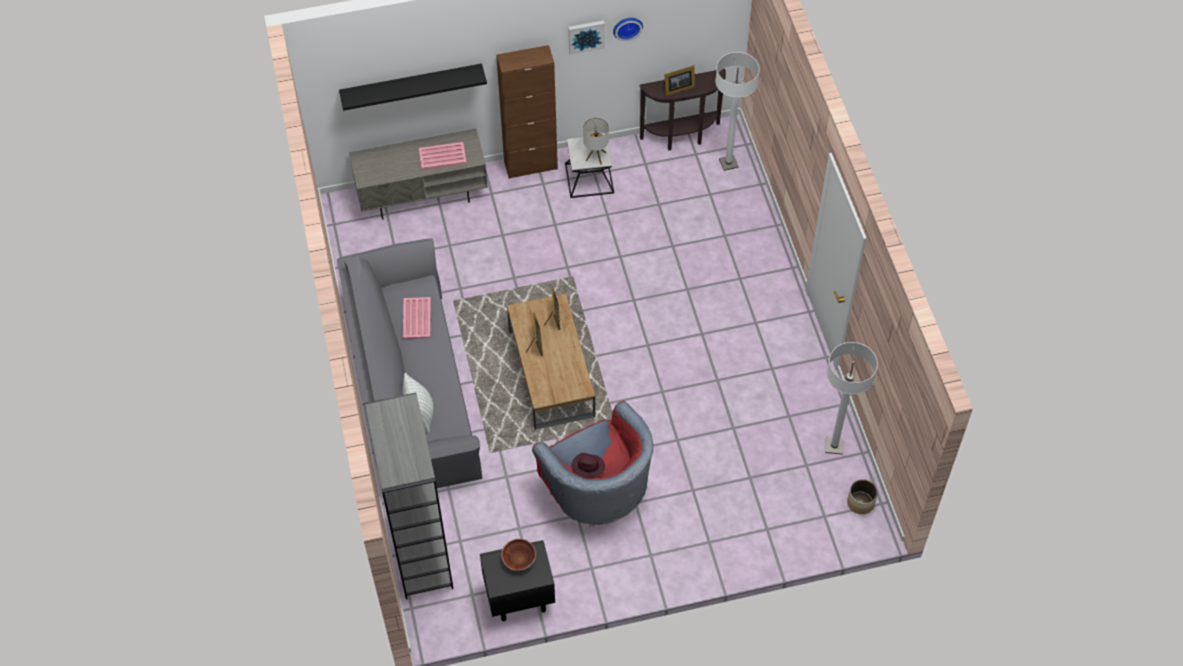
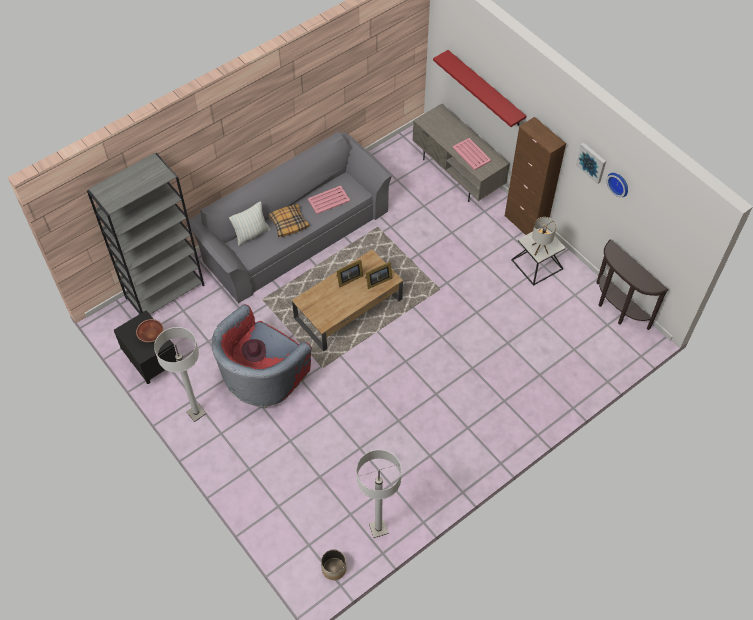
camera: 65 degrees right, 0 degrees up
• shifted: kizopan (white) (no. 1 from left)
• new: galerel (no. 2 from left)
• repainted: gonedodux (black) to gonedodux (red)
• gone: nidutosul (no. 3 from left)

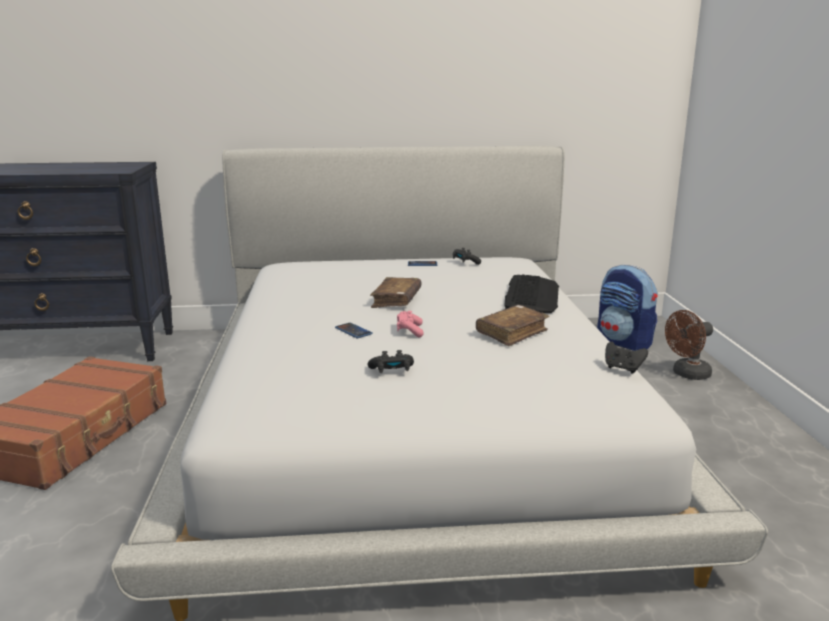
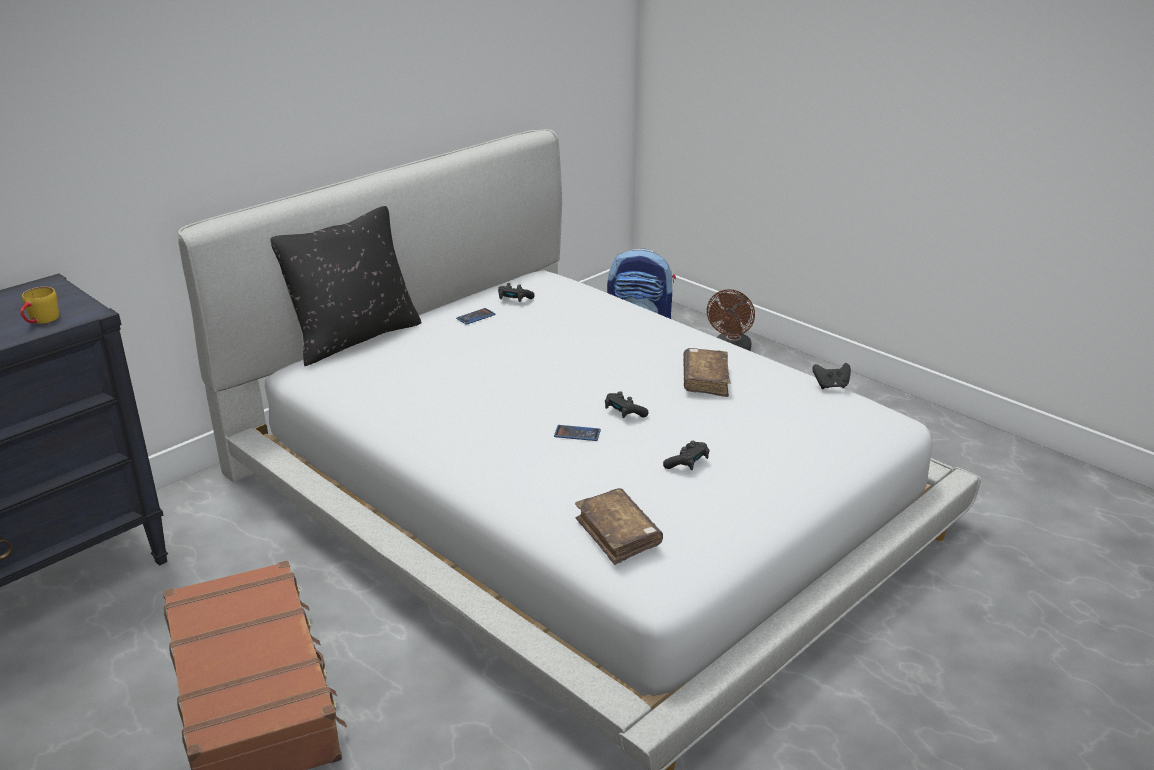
camera: 40 degrees left, 10 degrees up
• new: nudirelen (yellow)
• new: galerel (black)
• shifted: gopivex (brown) (no. 1 from left)
• repainted: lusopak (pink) to lusopak (black) (no. 2 from left)
• gone: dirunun

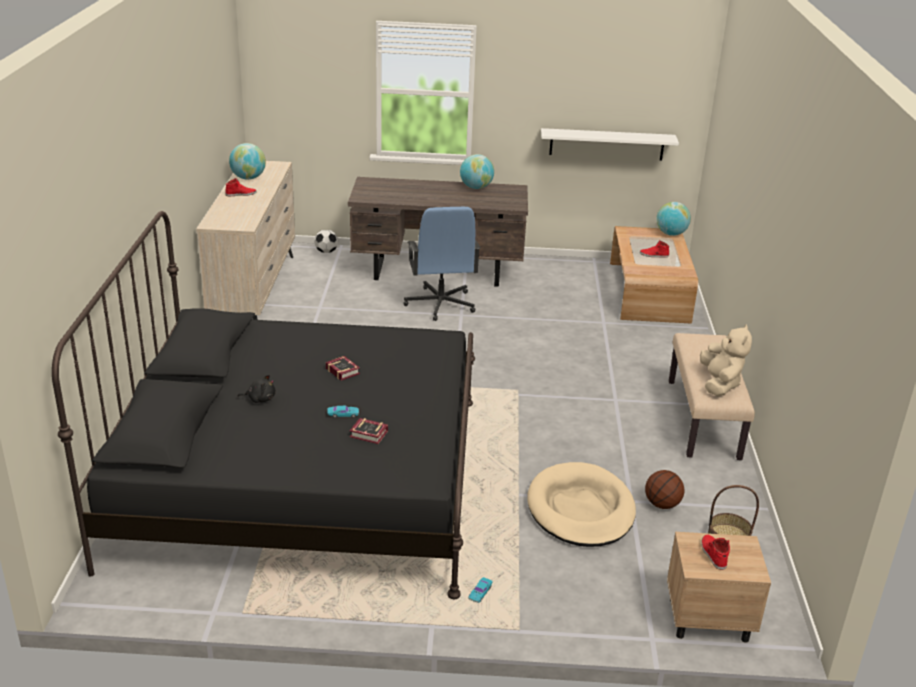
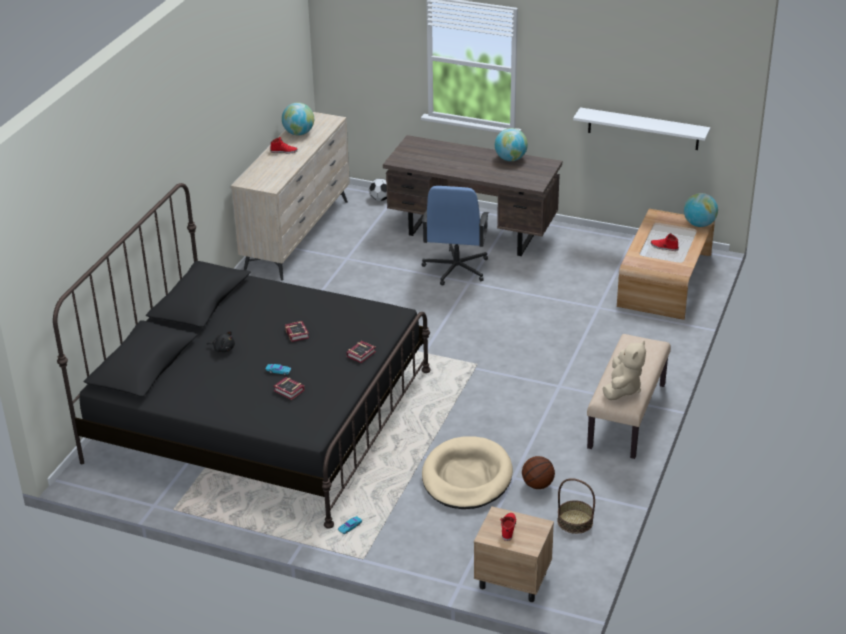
camera: 20 degrees right, 5 degrees up
• new: gopivex (no. 3 from left)

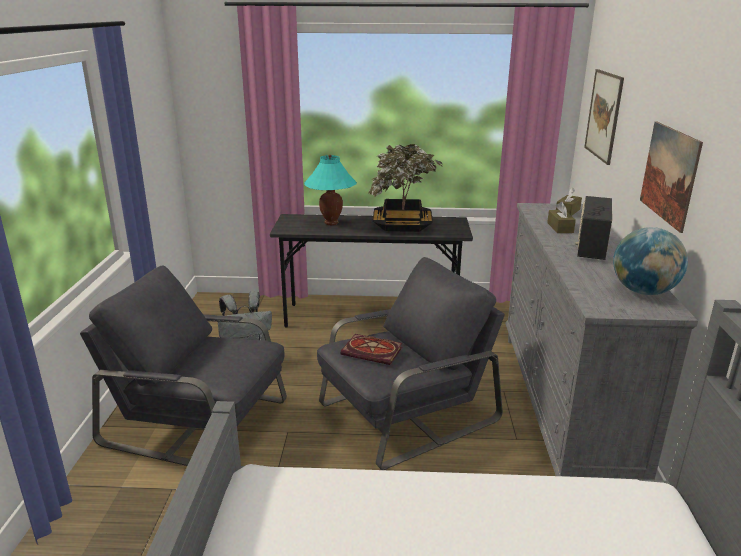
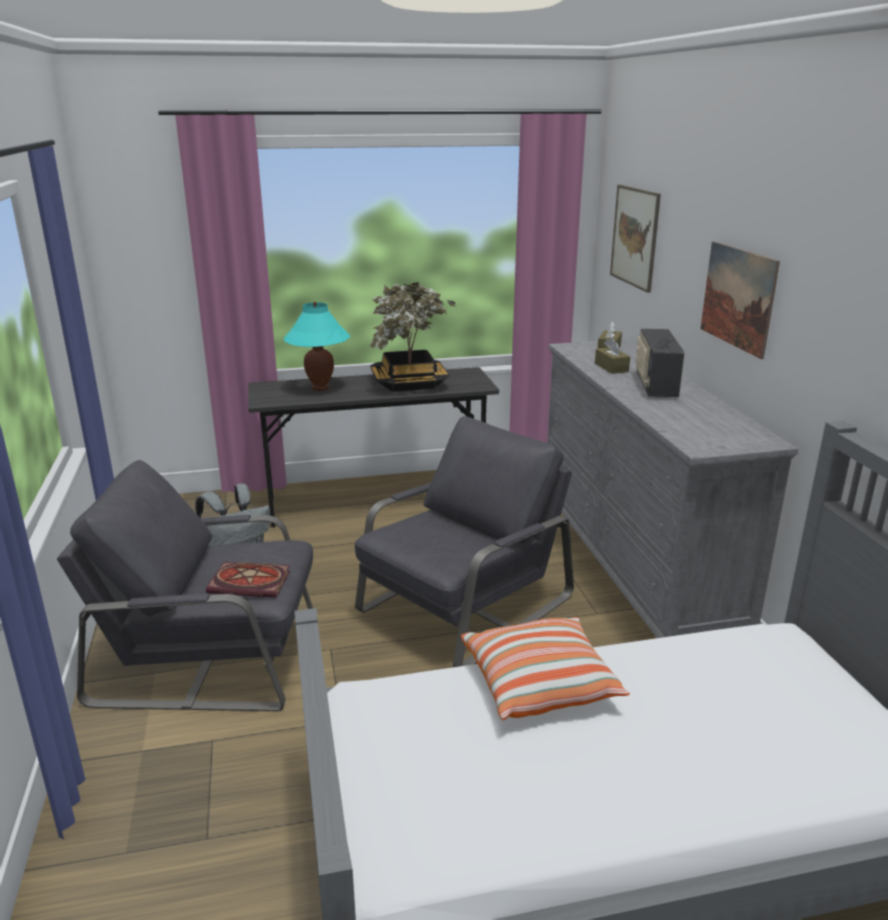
camera: 15 degrees left, 0 degrees up
• shifted: gopivex
• new: galerel
• gone: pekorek

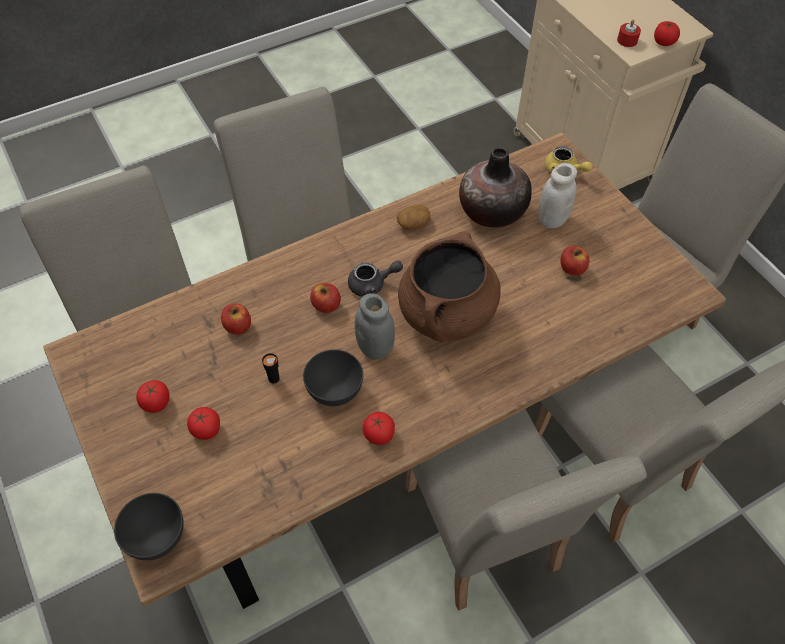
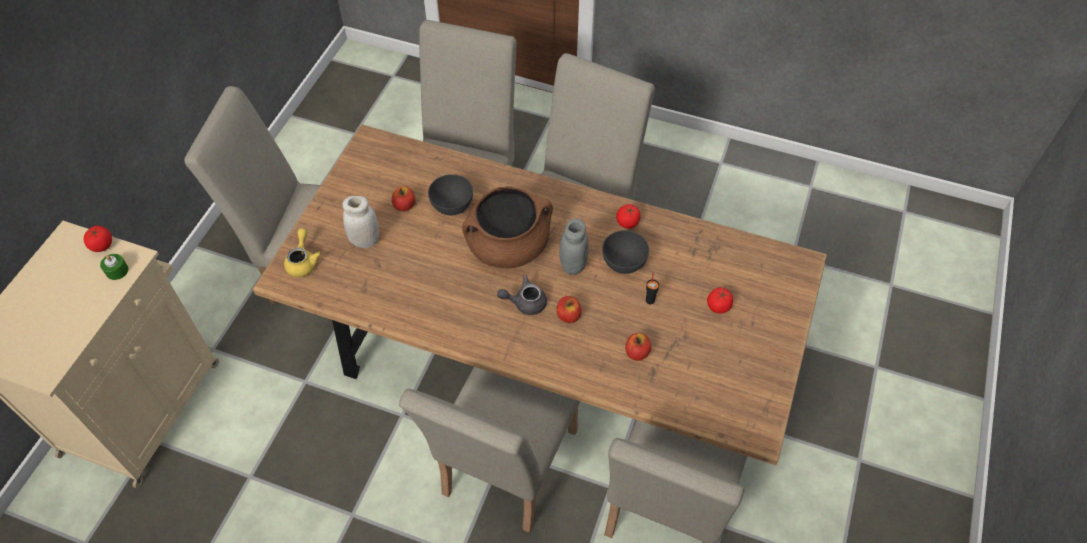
camera: 130 degrees left, 0 degrees up
• repainted: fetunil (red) to fetunil (green)
• shifted: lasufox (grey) (no. 1 from left)
• rotated: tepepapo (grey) 45 degrees counterclockwise
• gone: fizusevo (no. 1 from left)
• gone: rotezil
• gone: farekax

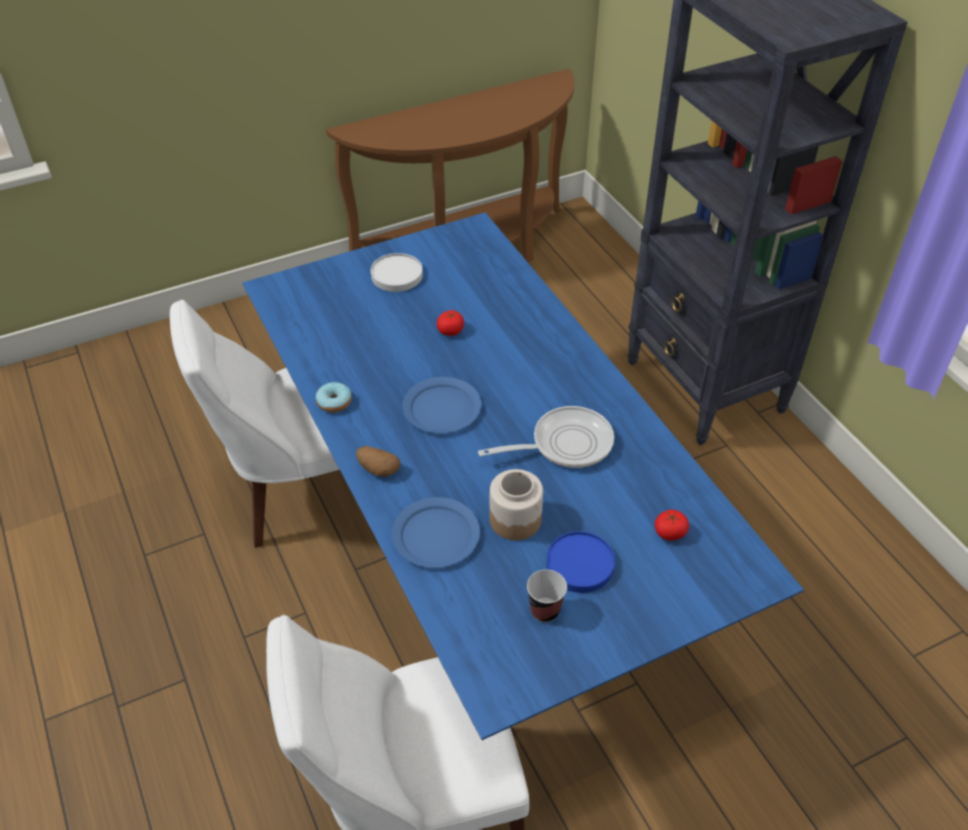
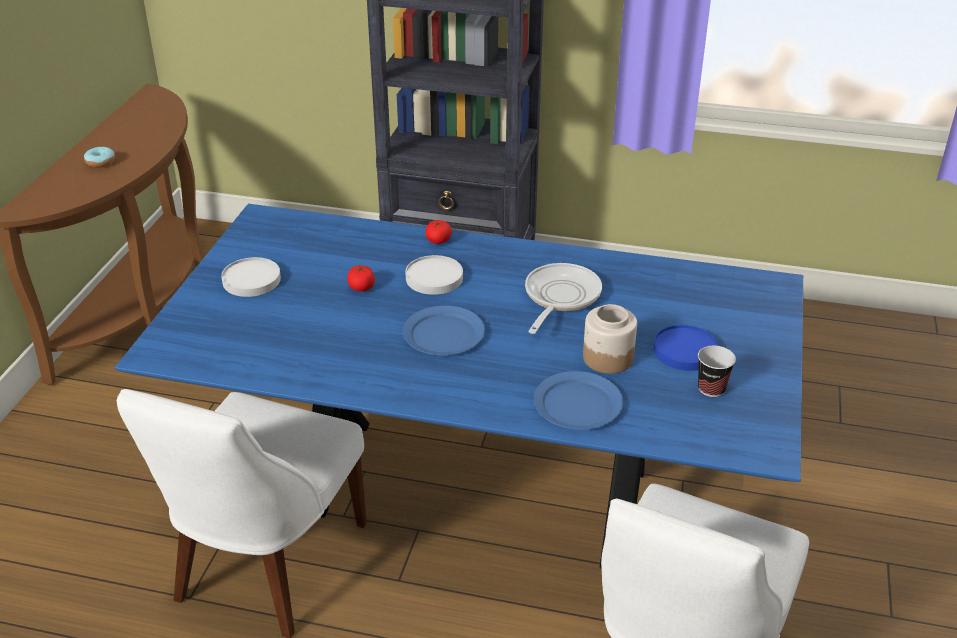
camera: 50 degrees left, 10 degrees down
• shifted: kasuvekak
• new: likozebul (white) (no. 2 from left)
• shifted: fizusevo (no. 2 from left)
• gone: rotezil

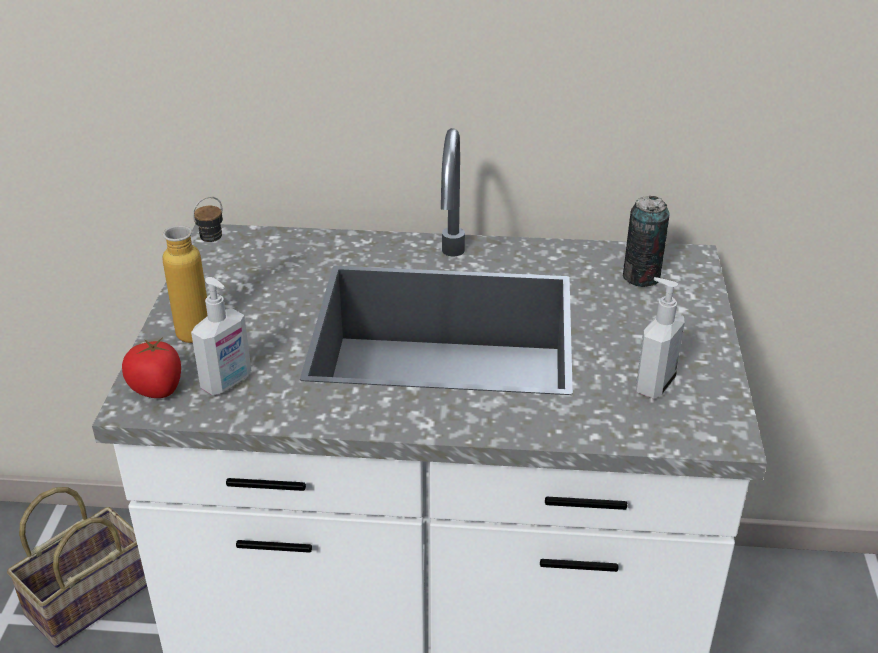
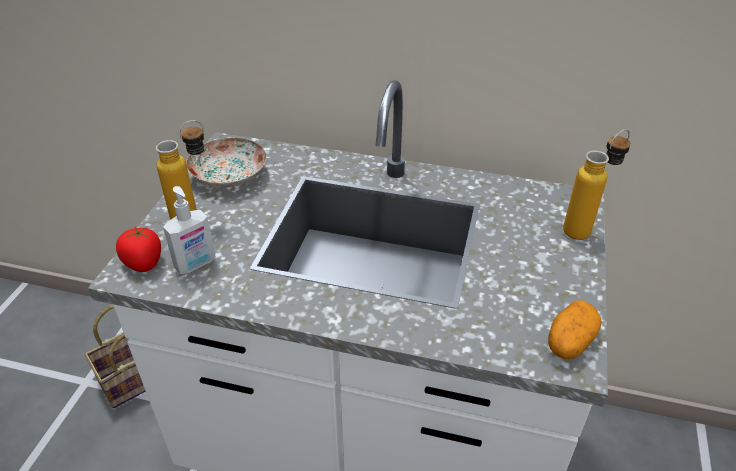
camera: 10 degrees right, 5 degrees up
• new: likozebul
• new: rotezil
• new: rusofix (no. 2 from left)
• gone: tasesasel
• gone: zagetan (no. 2 from left)

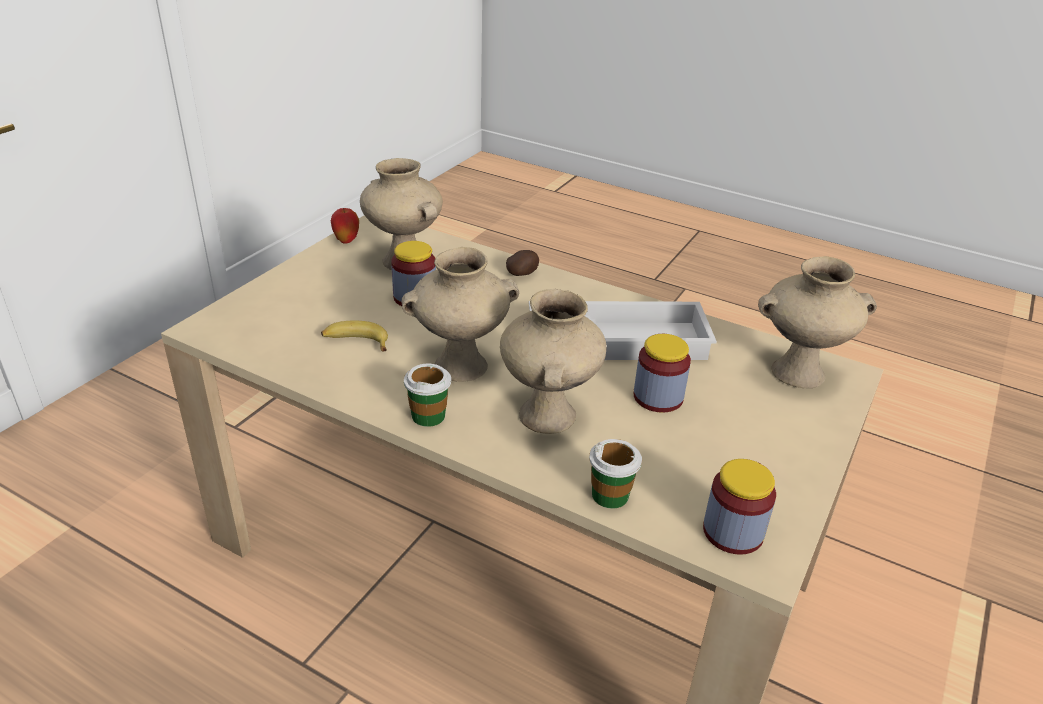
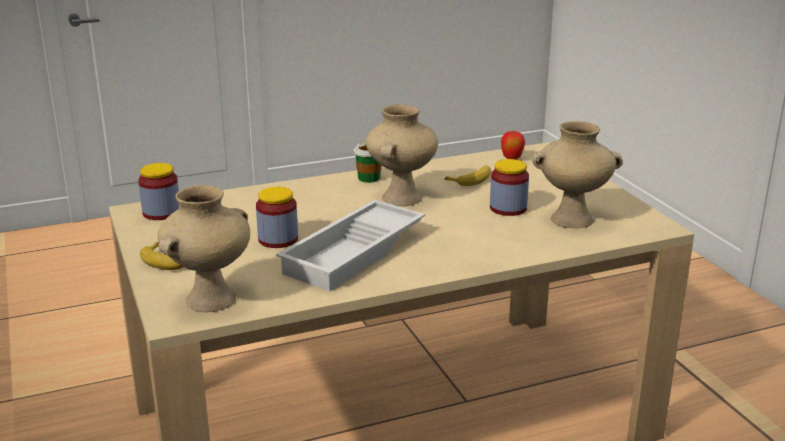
camera: 130 degrees right, 10 degrees down
• new: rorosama (no. 1 from left)
• shifted: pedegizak
• gone: farekax (beige) (no. 3 from left)
• gone: rotezil
• gone: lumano (no. 2 from left)

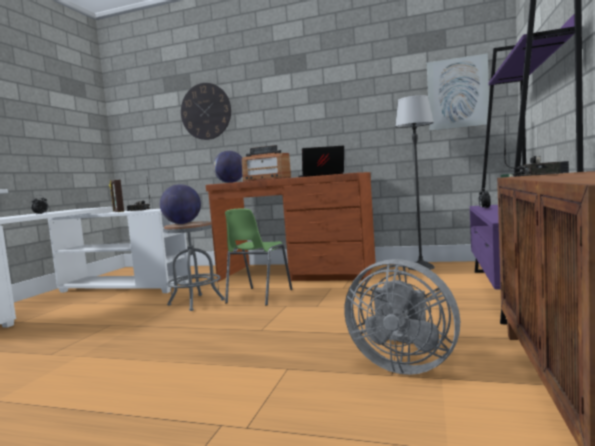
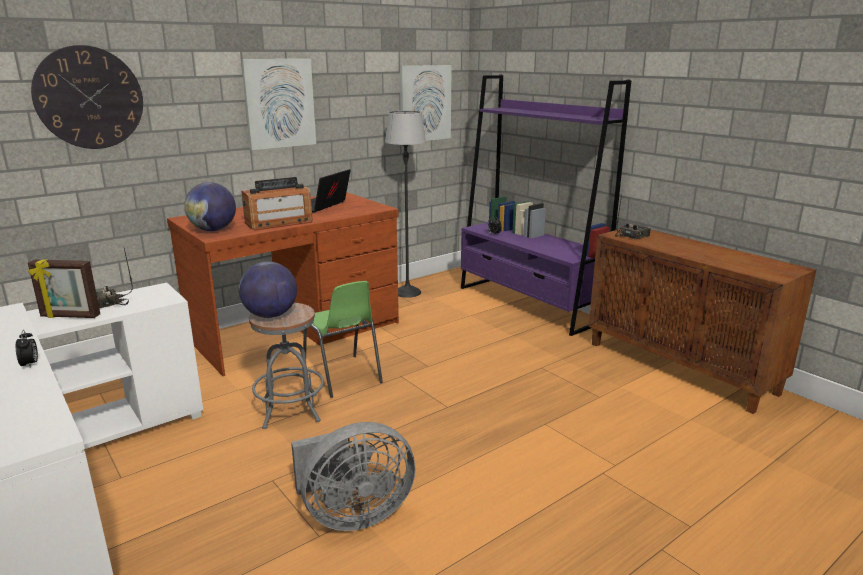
camera: 55 degrees left, 15 degrees up
• new: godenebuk (no. 1 from left)
• shifted: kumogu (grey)

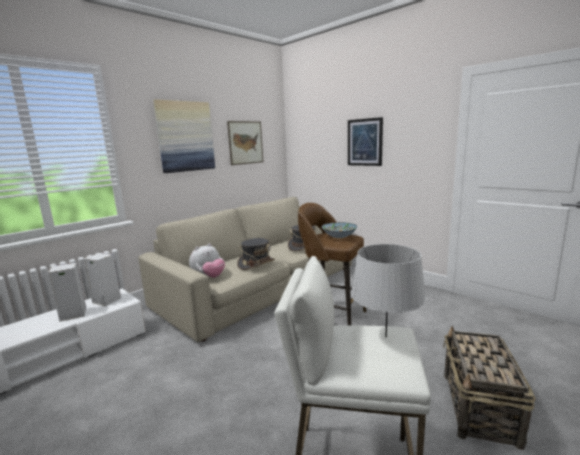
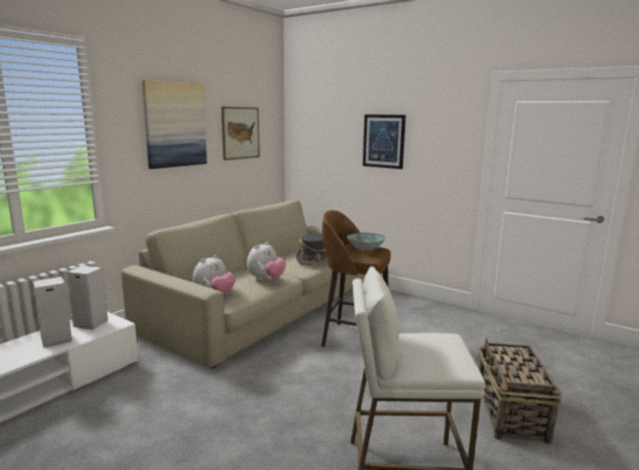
camera: 10 degrees left, 0 degrees up
• swapped: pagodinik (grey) (no. 1 from left) to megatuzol (no. 2 from left)
• gone: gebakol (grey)

